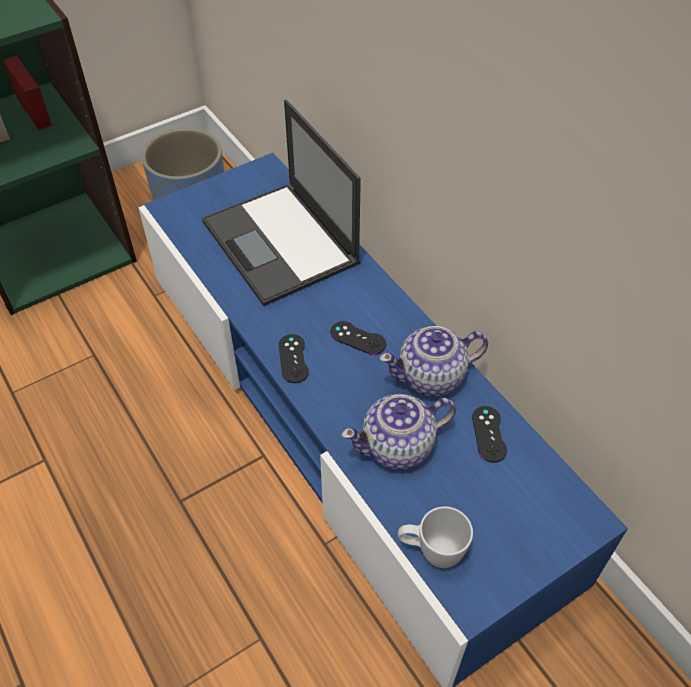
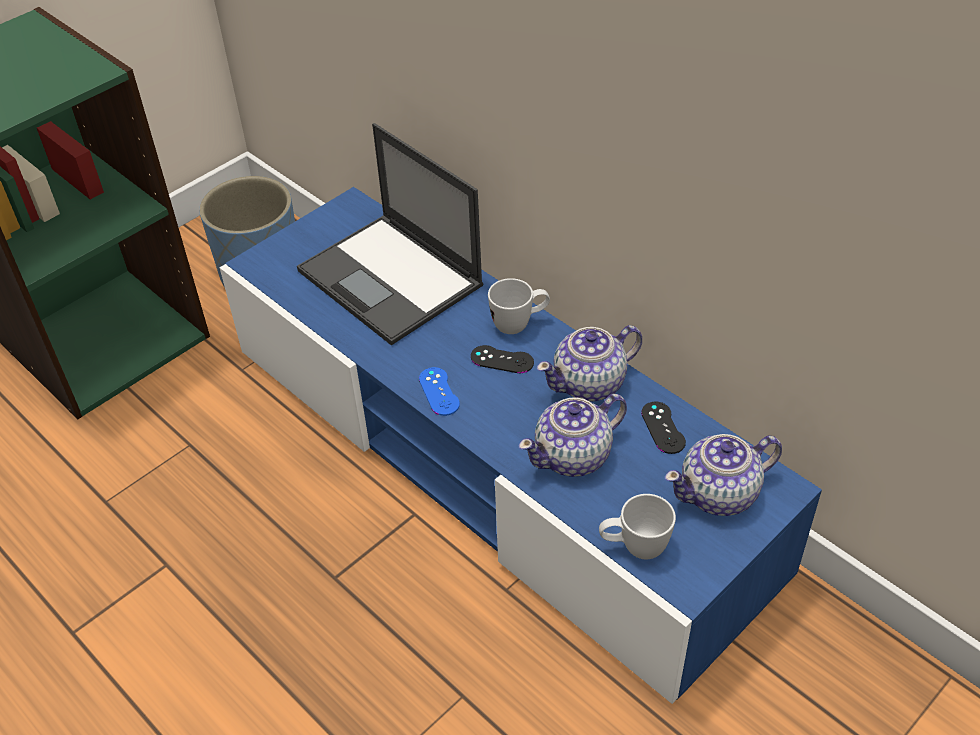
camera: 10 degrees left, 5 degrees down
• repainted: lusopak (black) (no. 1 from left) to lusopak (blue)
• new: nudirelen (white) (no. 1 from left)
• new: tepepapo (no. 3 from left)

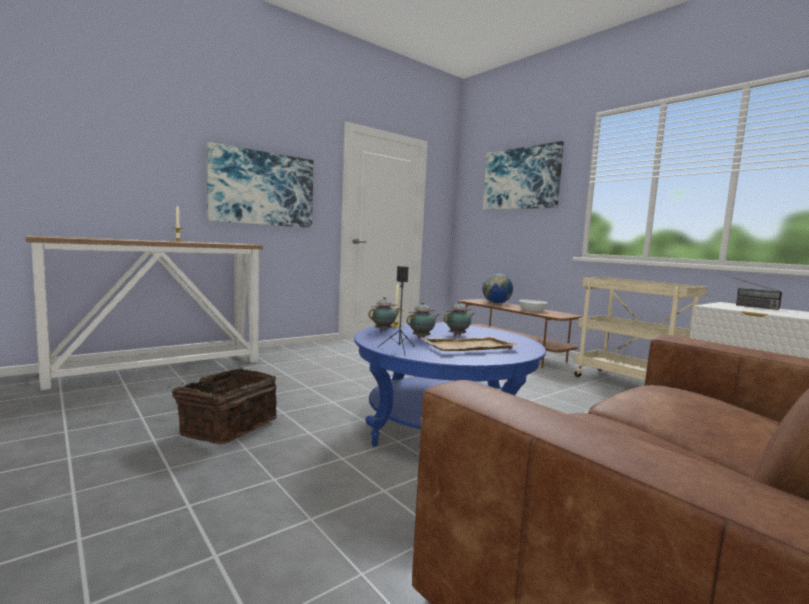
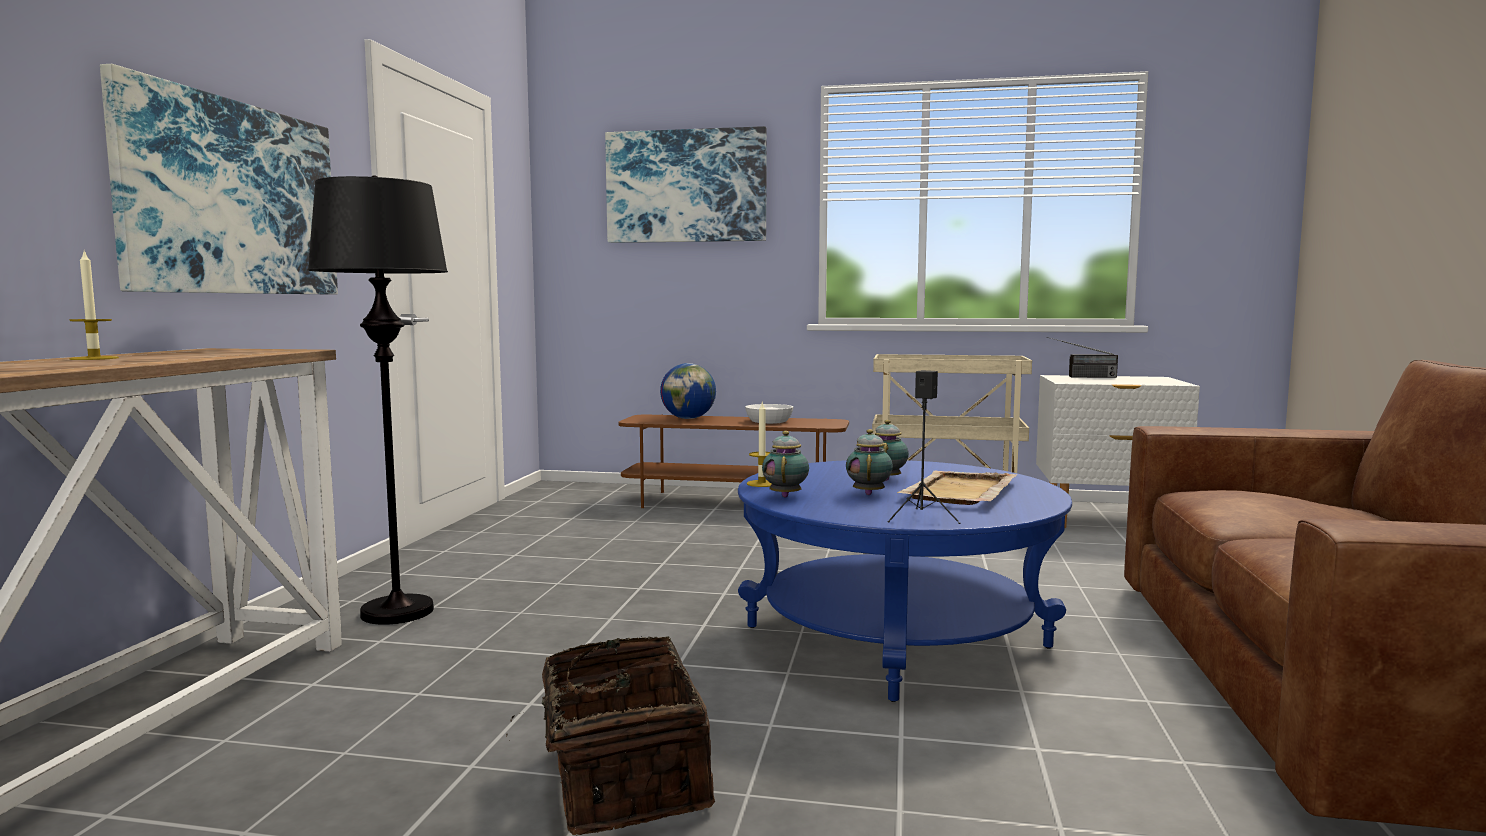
camera: 40 degrees left, 0 degrees up
• new: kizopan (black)

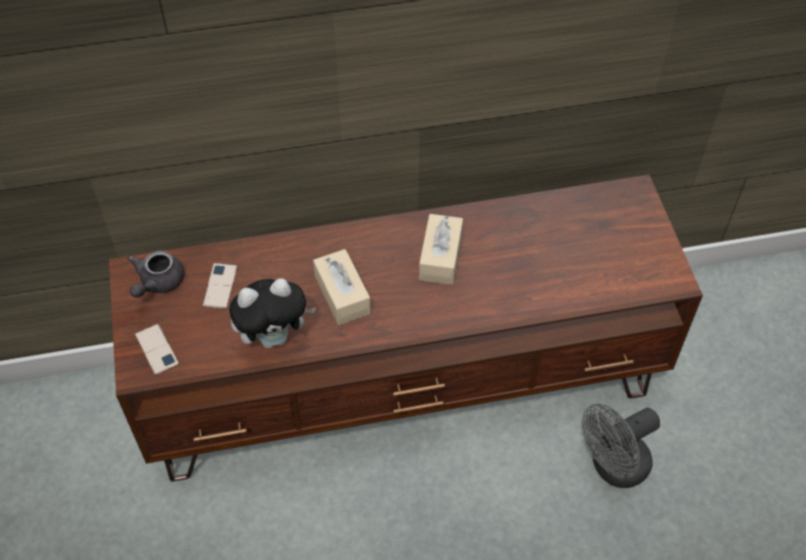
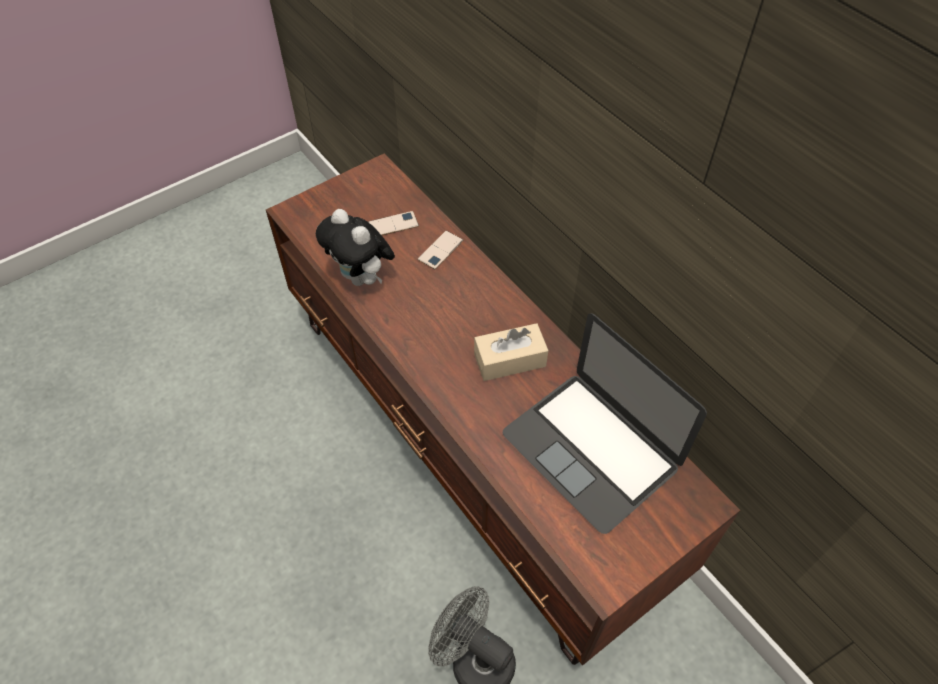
camera: 65 degrees right, 0 degrees up
• shifted: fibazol (no. 1 from left in the first image) to fibazol (no. 2 from left)
• new: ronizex
• gone: tepepapo (grey)
• gone: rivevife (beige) (no. 1 from left)

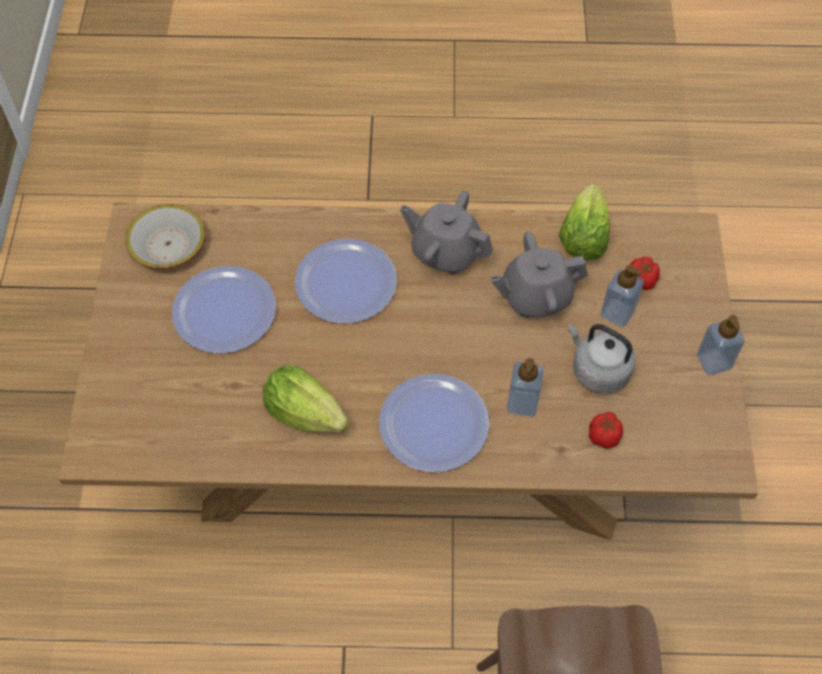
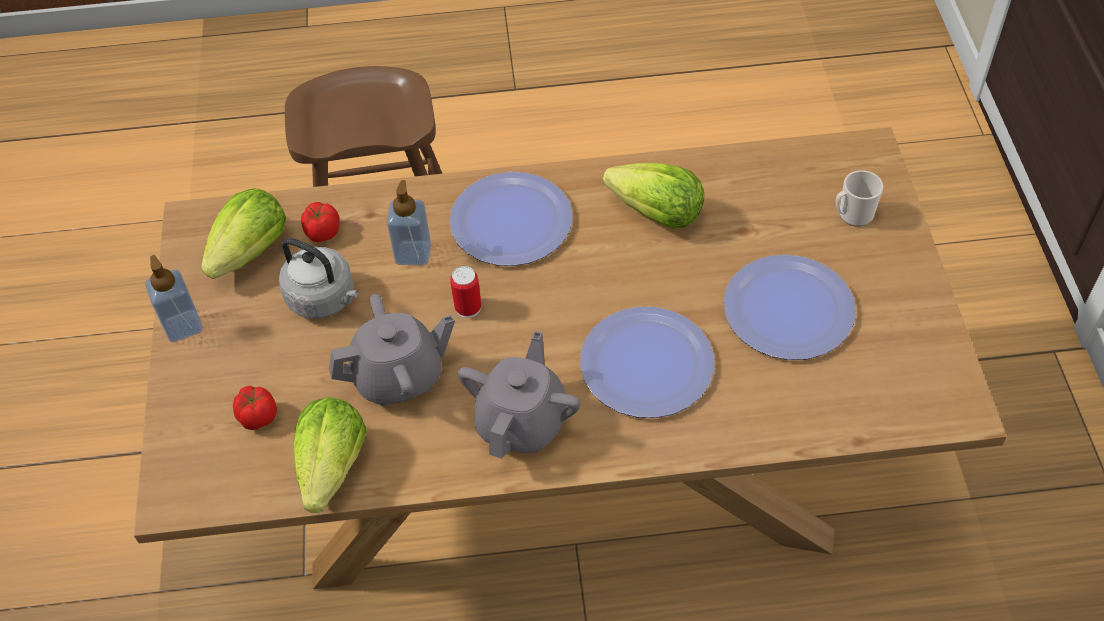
camera: 175 degrees right, 5 degrees down
• new: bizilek (no. 1 from left)
• new: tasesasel
• rotated: tepepapo (grey) (no. 1 from left in the first image) 90 degrees counterclockwise
• new: nudirelen
• gone: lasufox
• gone: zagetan (no. 2 from left)

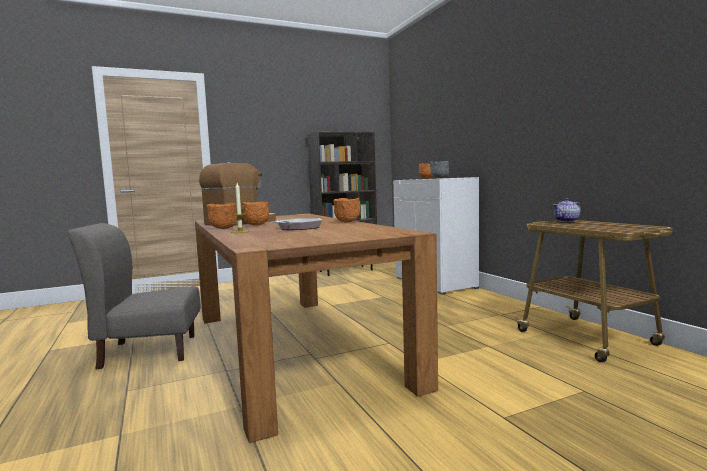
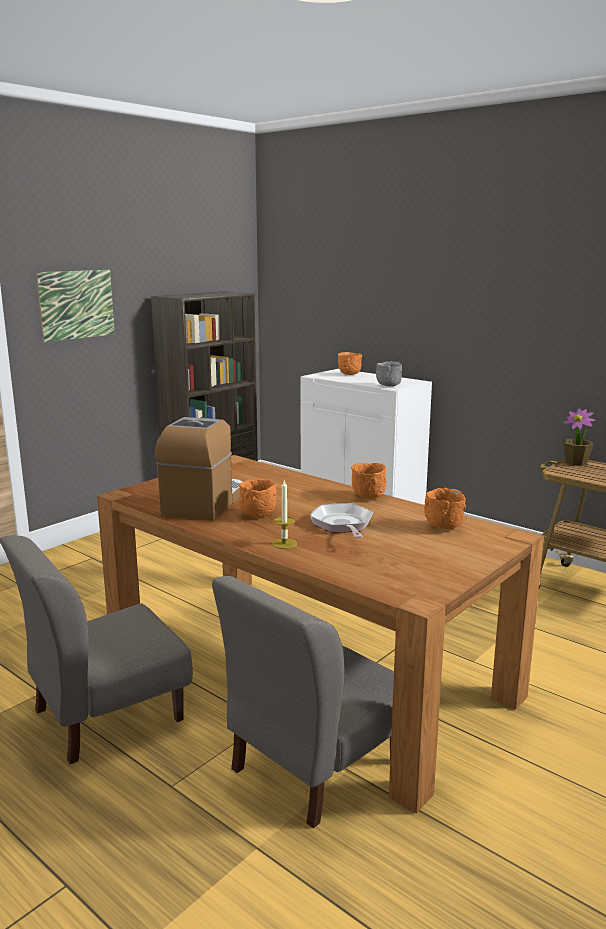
camera: 25 degrees left, 10 degrees up
• new: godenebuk
• new: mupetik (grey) (no. 2 from left)
• shifted: lasufox (orange) (no. 1 from left in the first image) to lasufox (orange) (no. 4 from left)
• swapped: tepepapo to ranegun

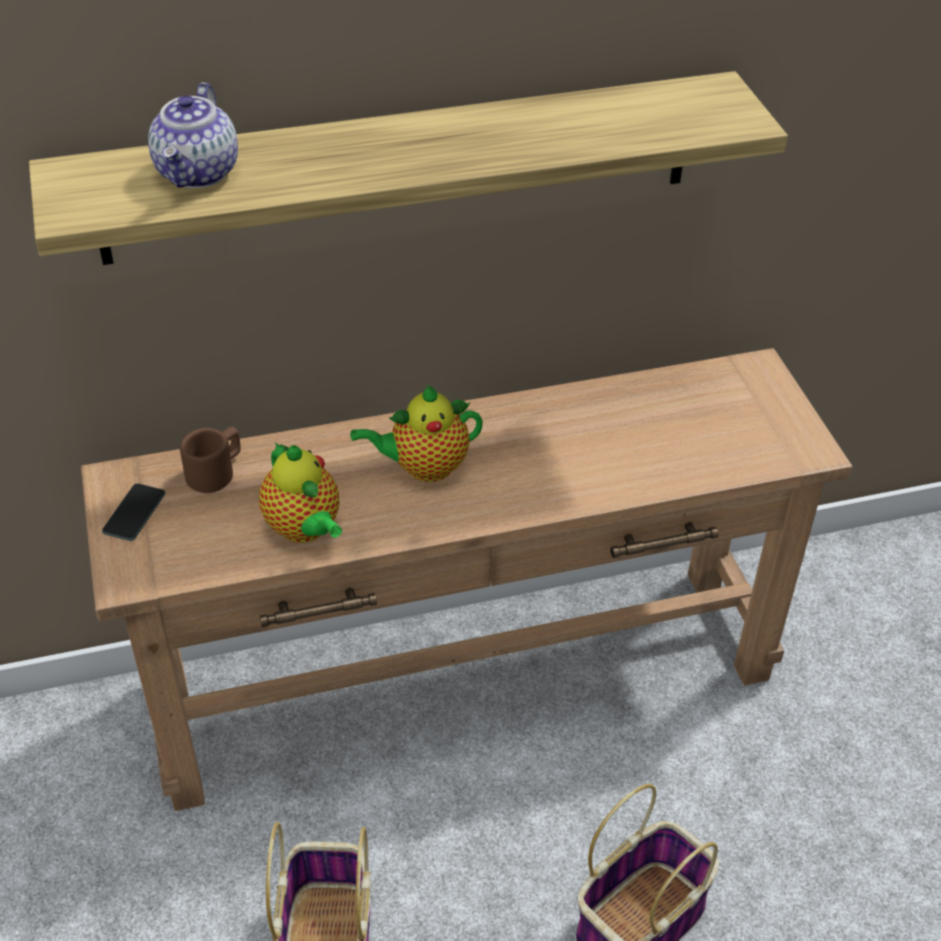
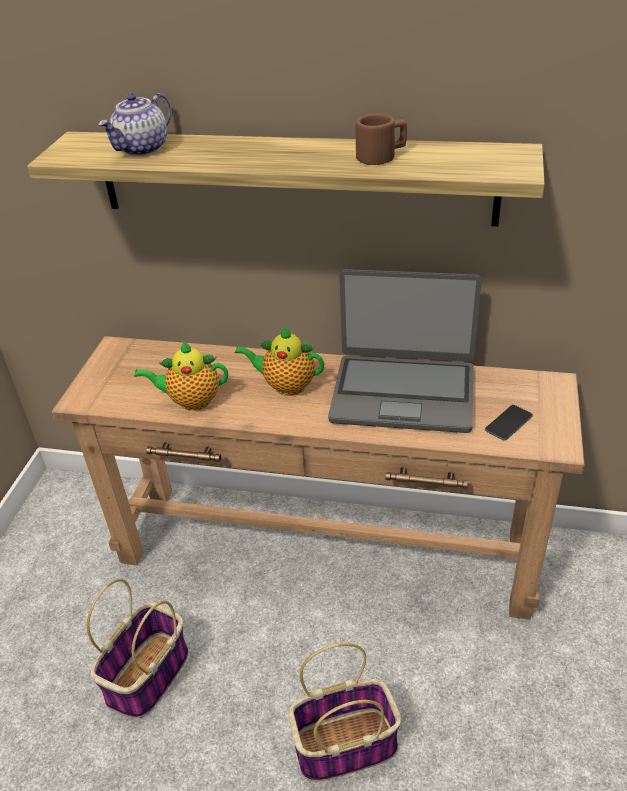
camera: 30 degrees right, 5 degrees down
• rotated: tepepapo (no. 2 from left) 90 degrees clockwise
• new: ronizex
• shifted: nudirelen (brown)
• shifted: fibazol

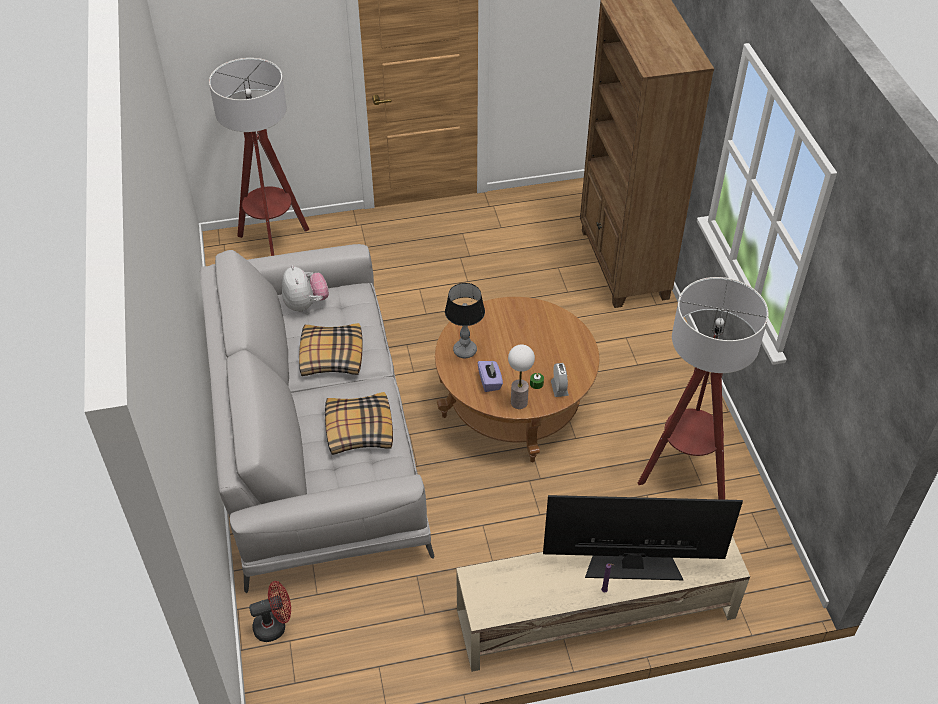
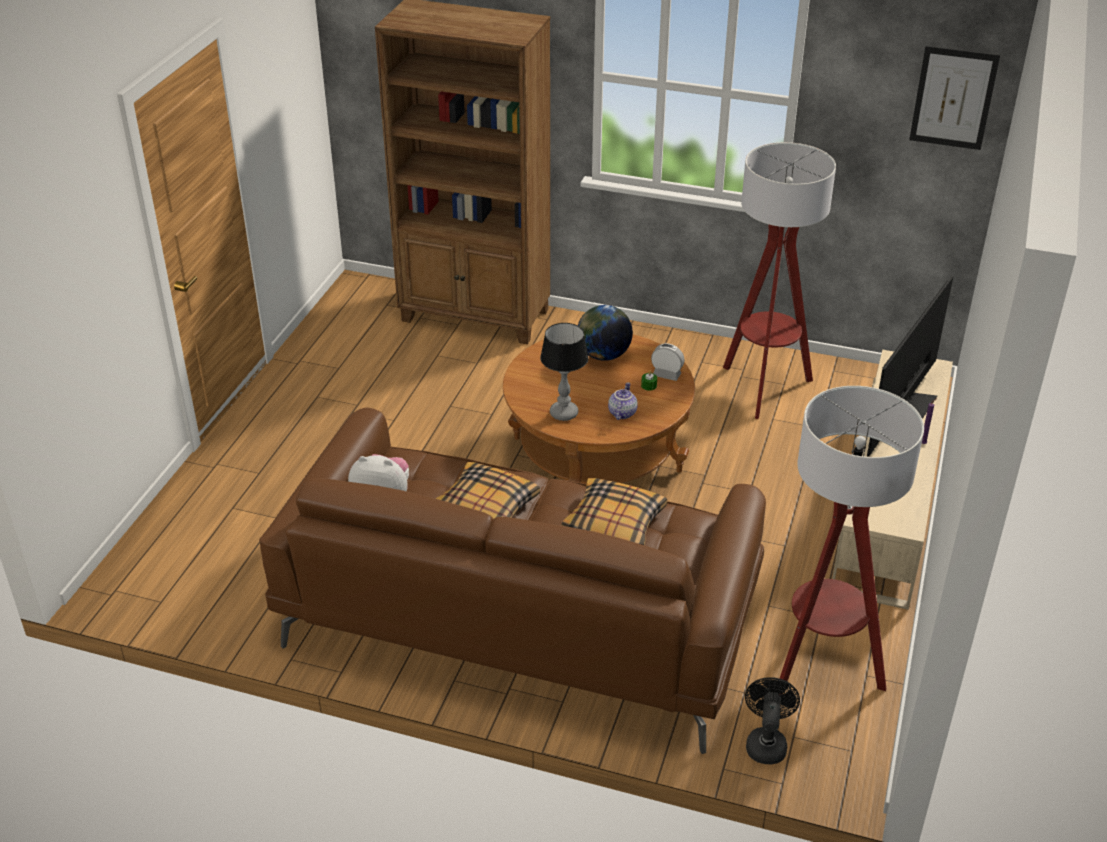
camera: 60 degrees left, 10 degrees down
• repainted: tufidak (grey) to tufidak (brown)
• new: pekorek
• swapped: rivevife (purple) to tepepapo
• repainted: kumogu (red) to kumogu (black)
• shifted: kizopan (no. 1 from left in the first image) to kizopan (no. 2 from left)
• new: godenebuk
• gone: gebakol (no. 2 from left)

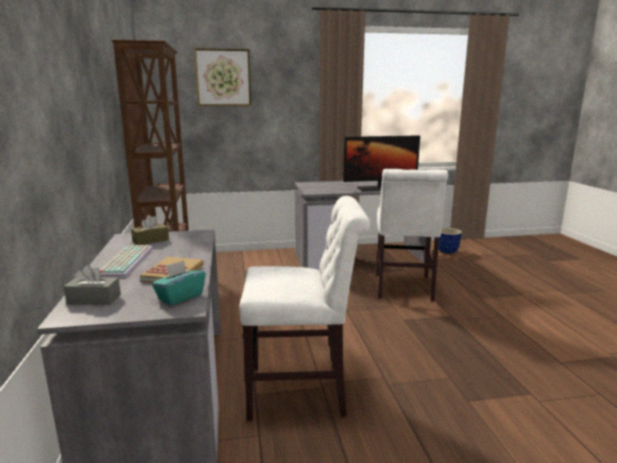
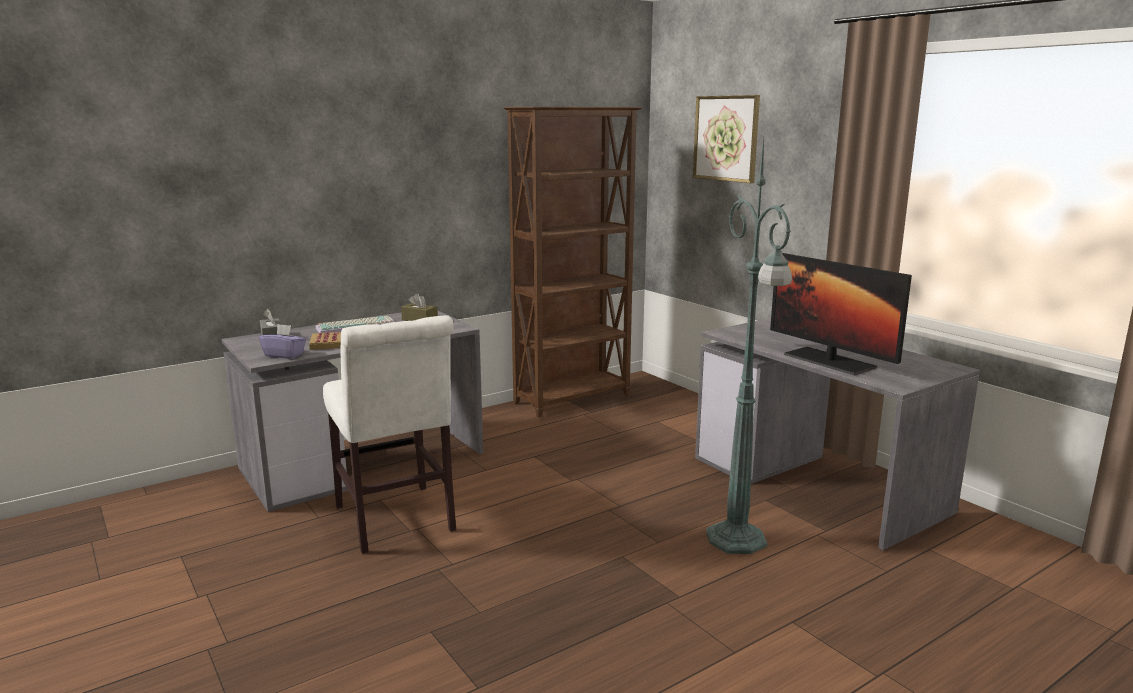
camera: 65 degrees right, 0 degrees up
• repainted: rivevife (turquoise) to rivevife (purple)
• swapped: mupetik (white) (no. 2 from left) to kizopan (green)
• gone: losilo

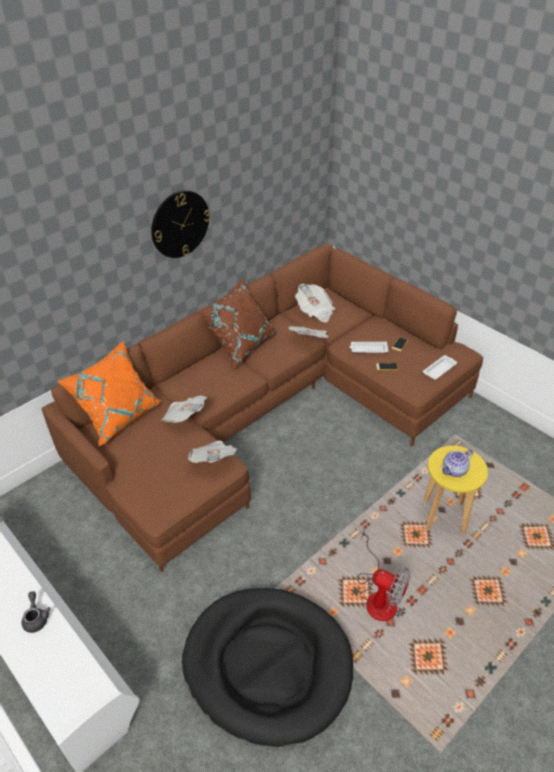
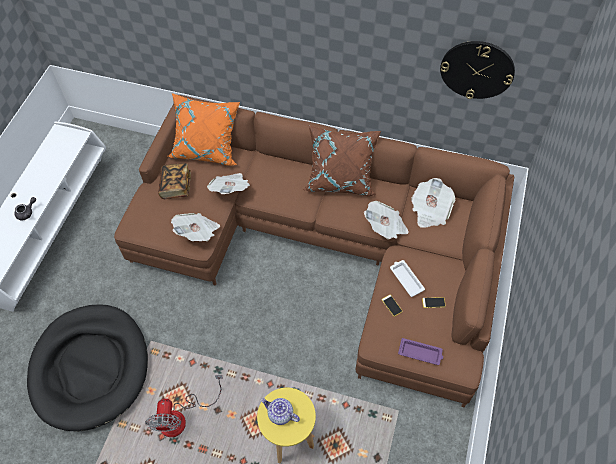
camera: 60 degrees right, 15 degrees up
• new: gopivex
• repainted: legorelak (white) (no. 2 from left) to legorelak (purple)
• shifted: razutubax

